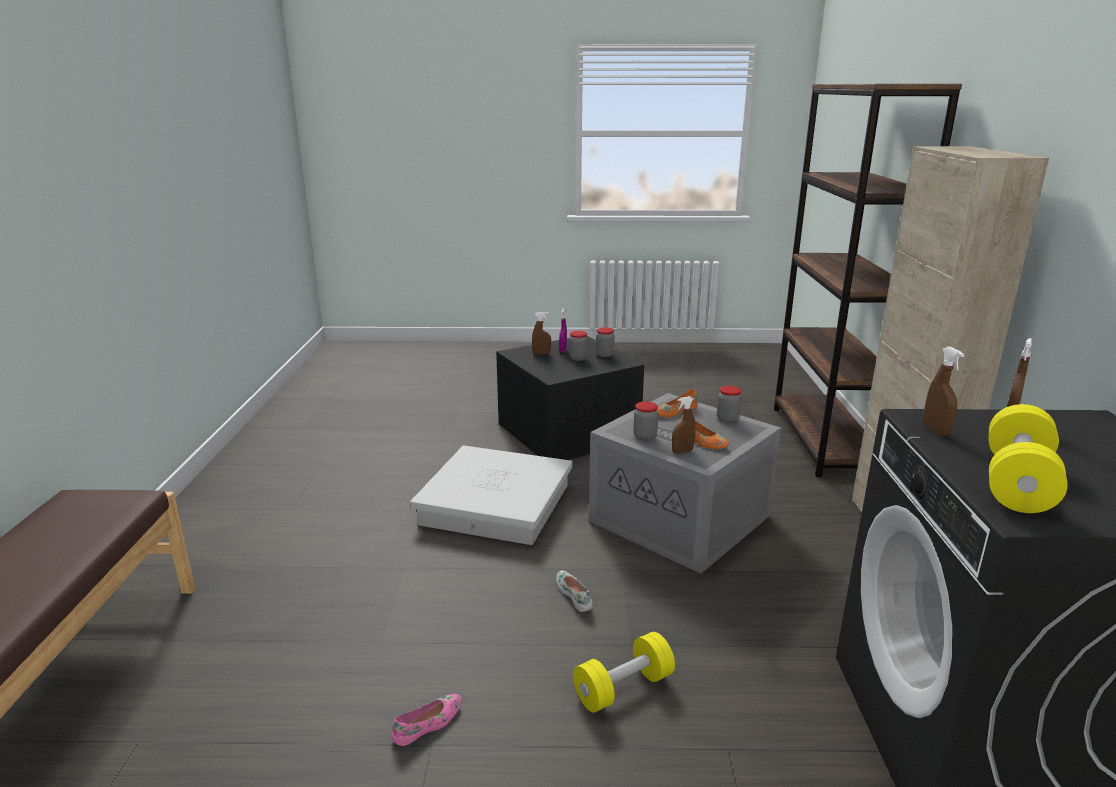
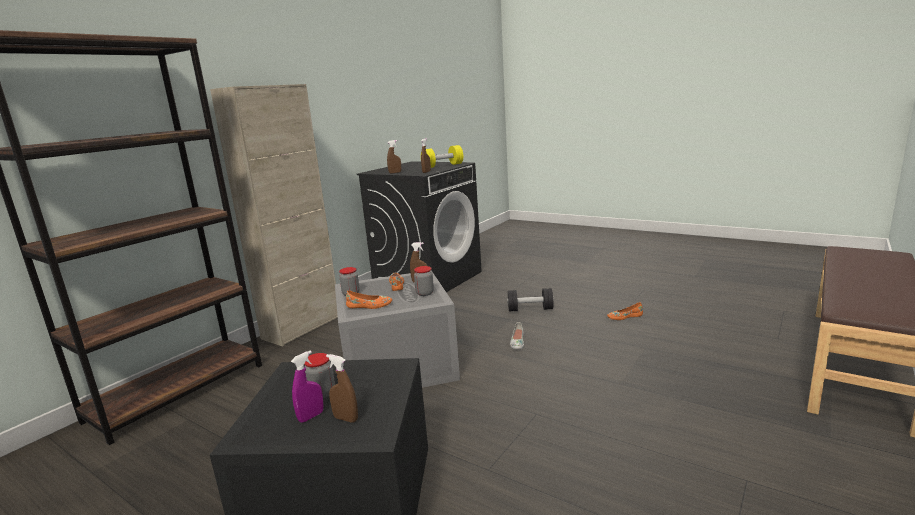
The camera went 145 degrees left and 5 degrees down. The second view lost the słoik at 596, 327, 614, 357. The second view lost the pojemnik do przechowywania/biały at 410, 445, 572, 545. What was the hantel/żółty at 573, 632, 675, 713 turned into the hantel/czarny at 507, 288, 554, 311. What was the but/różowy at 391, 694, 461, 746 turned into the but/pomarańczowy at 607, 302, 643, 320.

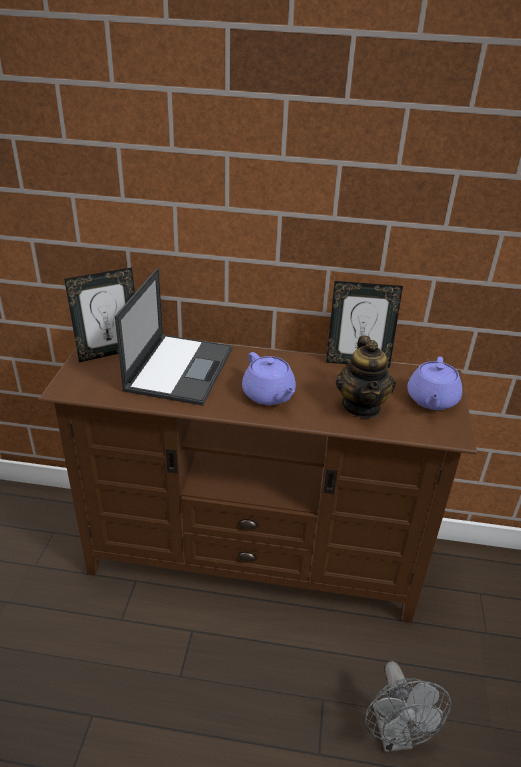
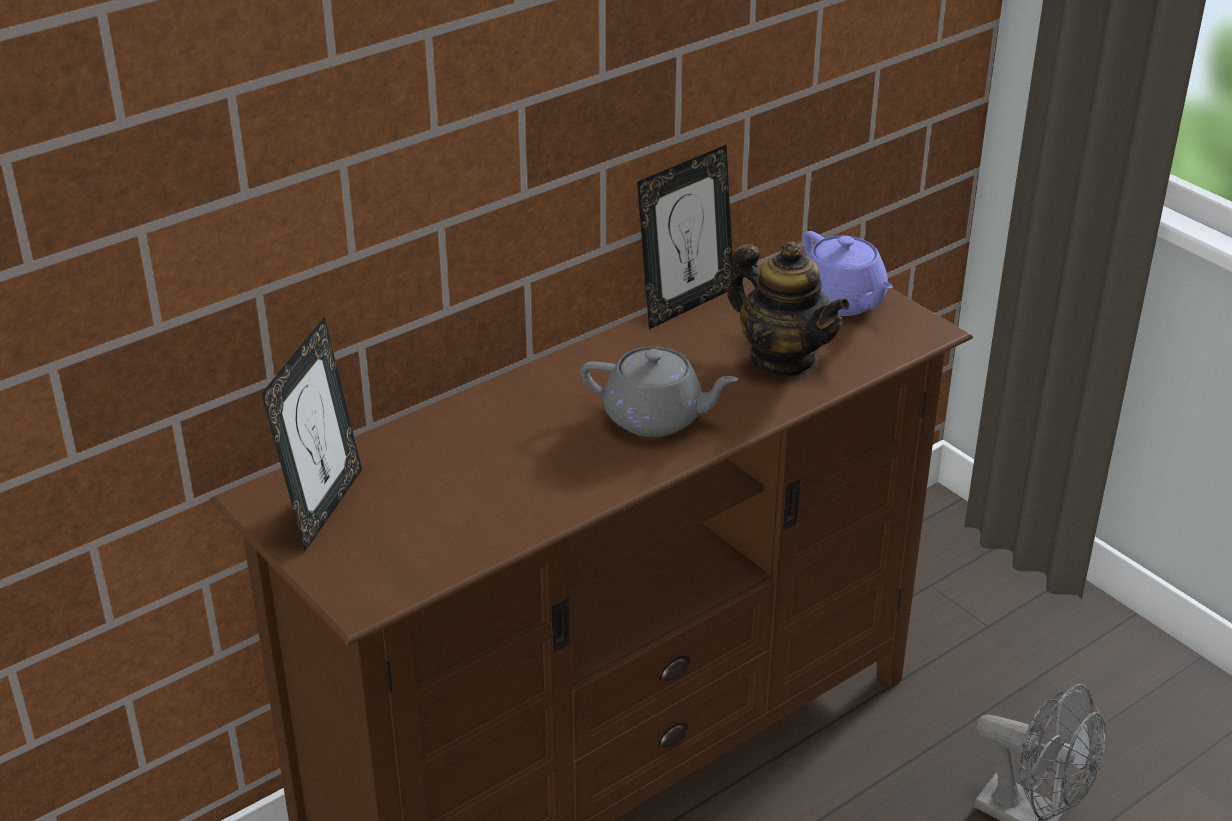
The camera went 45 degrees left and 0 degrees up. The second view lost the laptop at 115, 268, 232, 406. What was the imbryk/fioletowy at 242, 352, 296, 405 turned into the imbryk/szary at 581, 347, 738, 437.

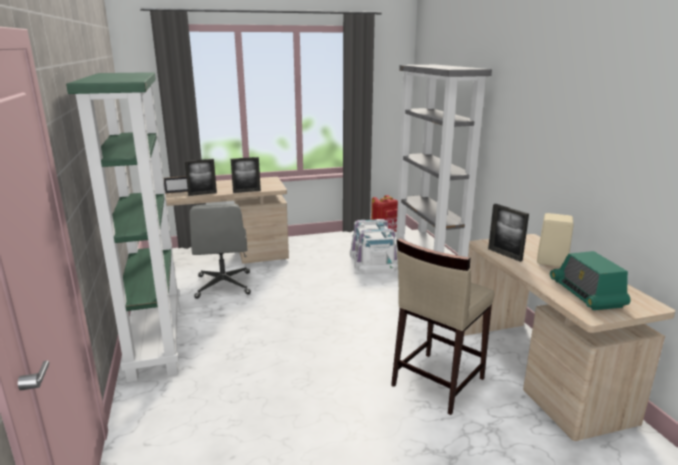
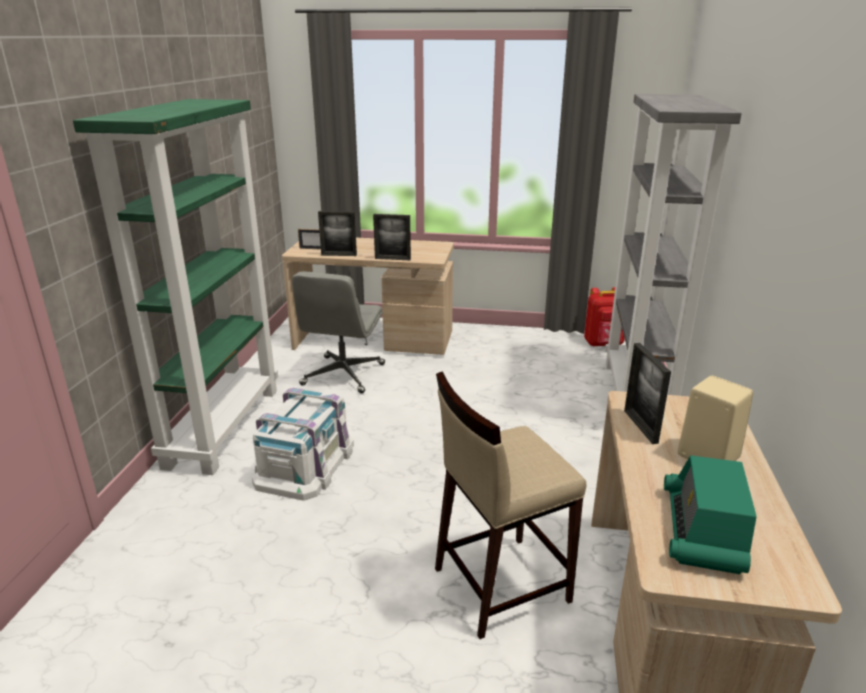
The camera went 25 degrees right and 5 degrees up. The pojemnik do przechowywania/biały ended up elsewhere, having gone from 350, 219, 398, 274 to 252, 387, 354, 501.

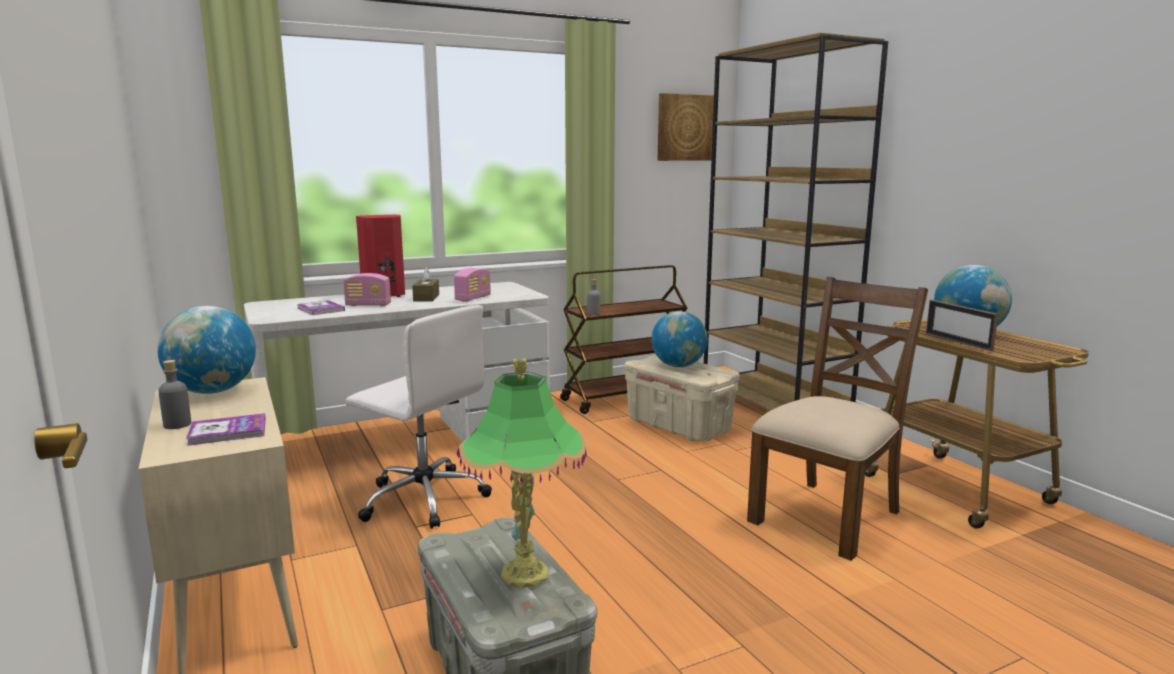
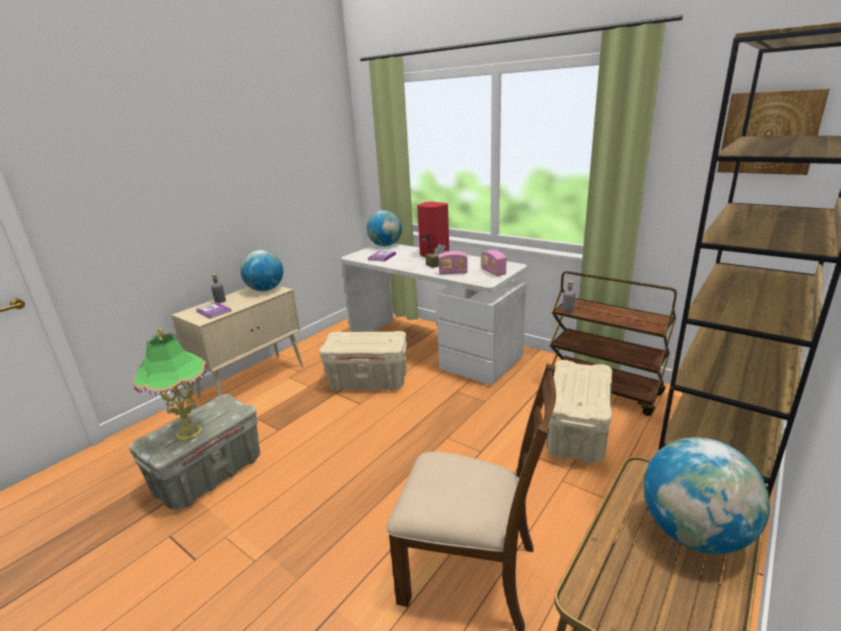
The camera went 65 degrees right and 10 degrees up. The radio ended up elsewhere, having gone from 343, 273, 391, 306 to 481, 250, 506, 276. The second view lost the ramka na zdjęcie at 926, 300, 998, 351. Where the krzesło biurowe/biały stood at 345, 305, 492, 529, the pojemnik do przechowywania/beżowy came to stand at 319, 331, 407, 391. The globus ended up elsewhere, having gone from 651, 311, 708, 367 to 367, 210, 402, 246.

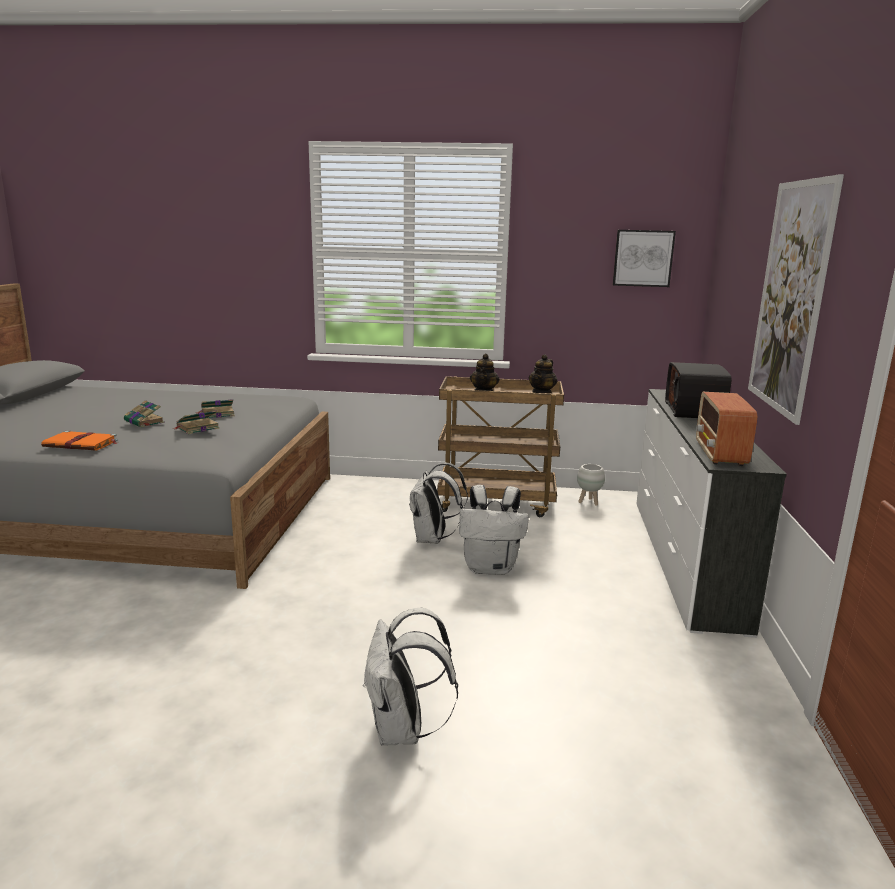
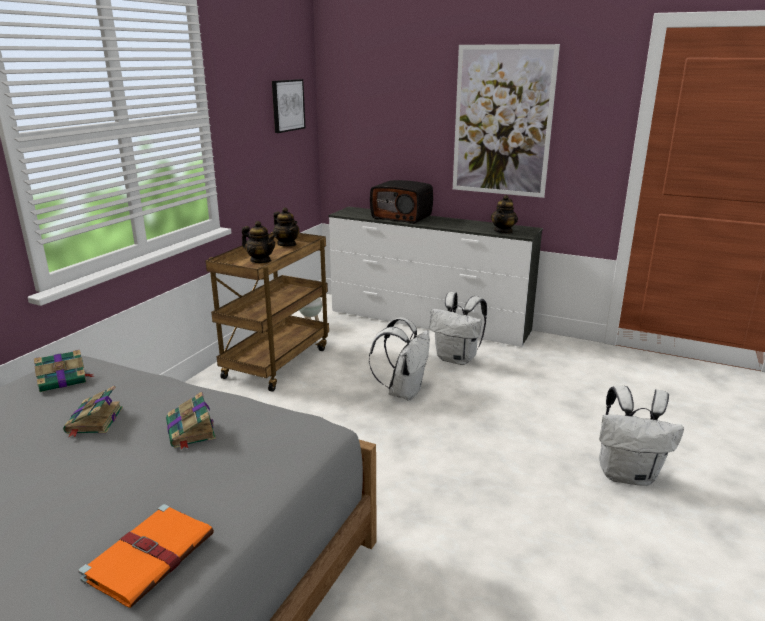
The camera went 70 degrees left and 5 degrees up. Where the radio stood at 696, 392, 757, 466, the imbryk came to stand at 491, 195, 518, 234. The książka ended up elsewhere, having gone from 124, 400, 165, 427 to 34, 350, 94, 392. The plecak/biały ended up elsewhere, having gone from 409, 463, 468, 544 to 429, 292, 487, 365.

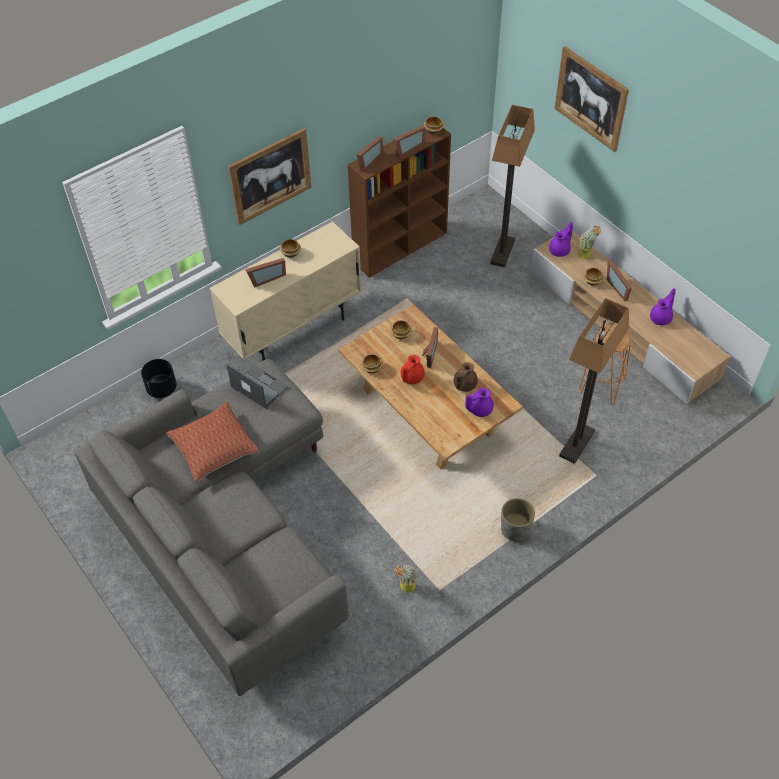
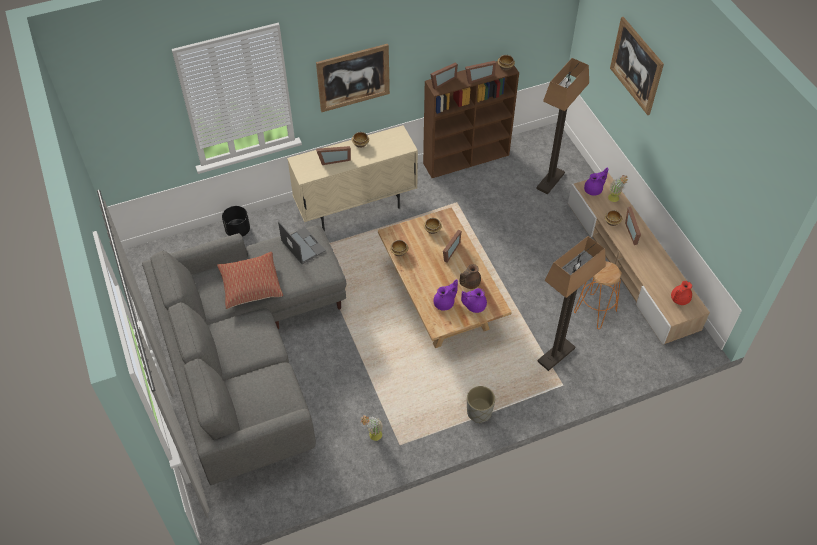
The camera went 15 degrees right and 0 degrees up. The imbryk/fioletowy ended up elsewhere, having gone from 650, 288, 676, 325 to 433, 279, 458, 311. The imbryk/czerwony ended up elsewhere, having gone from 401, 355, 424, 384 to 671, 281, 692, 305.

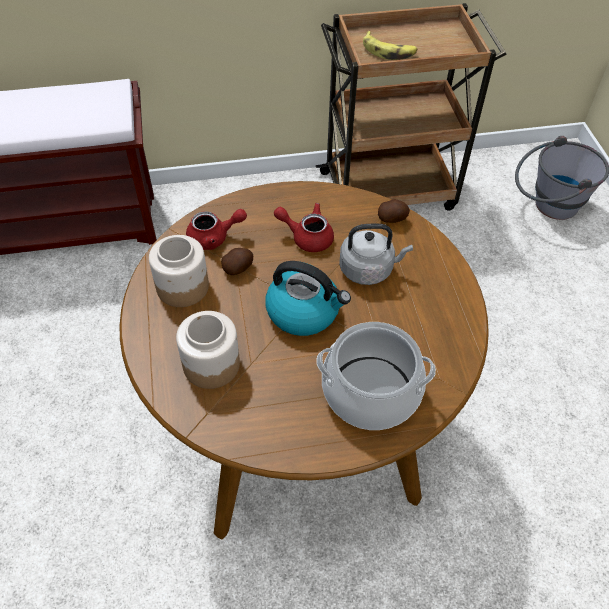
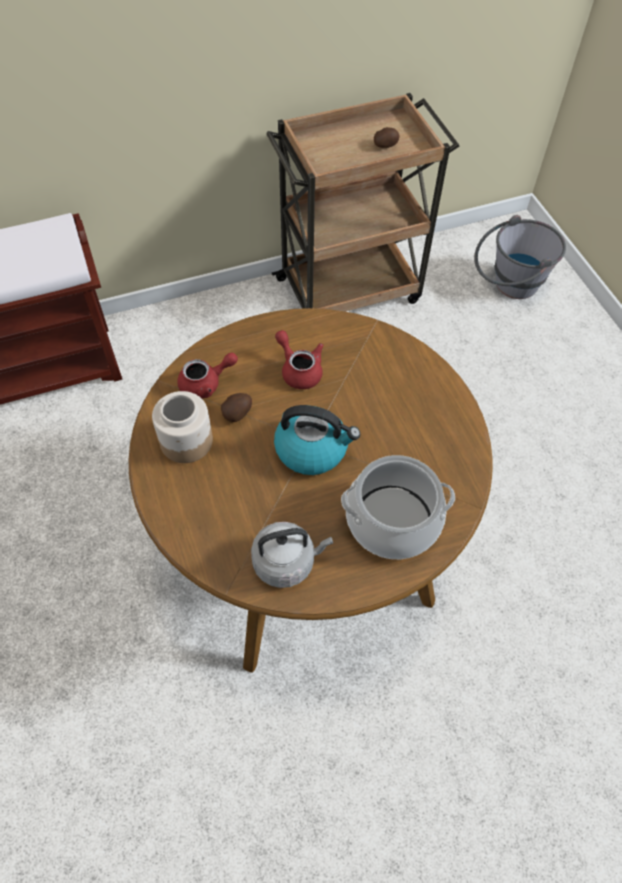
The camera went 10 degrees left and 5 degrees up. The second view lost the banan at 363, 31, 417, 60. The ziemniak ended up elsewhere, having gone from 378, 199, 410, 223 to 374, 127, 400, 148. The imbryk/czerwony at 274, 203, 334, 252 ended up facing another way, 45 degrees clockwise from before. The czajnik/szary ended up elsewhere, having gone from 339, 224, 413, 285 to 251, 522, 333, 588. The second view lost the słoik at 176, 311, 240, 389.

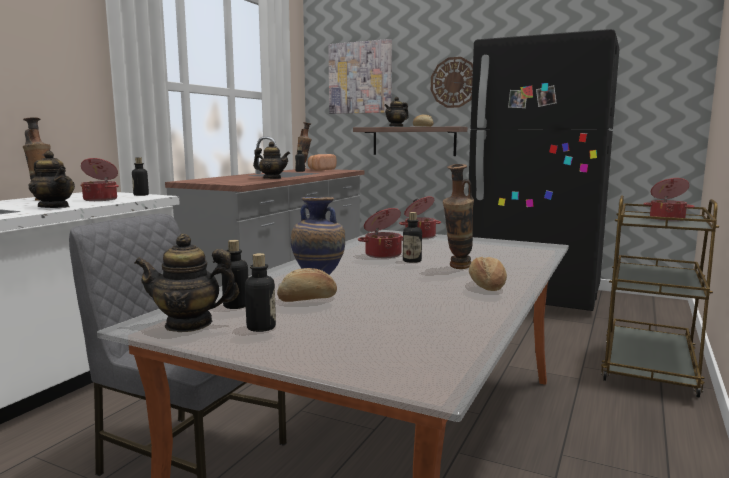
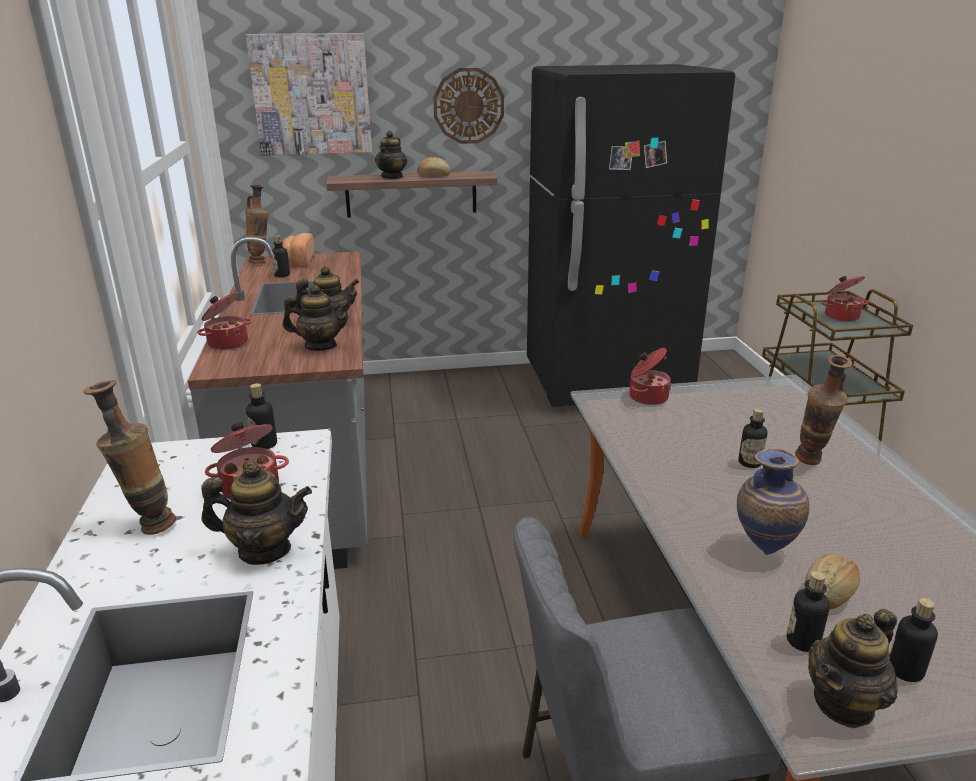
The camera went 35 degrees left and 15 degrees up. The garnek ended up elsewhere, having gone from 358, 208, 403, 258 to 197, 293, 252, 350. The second view lost the chleb at 469, 257, 507, 291. The second view gained the imbryk at 283, 285, 351, 351.

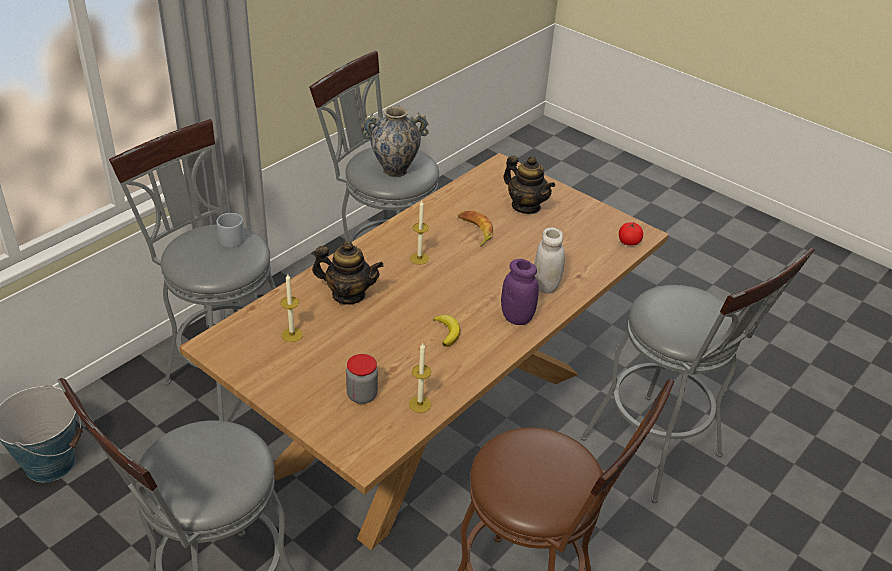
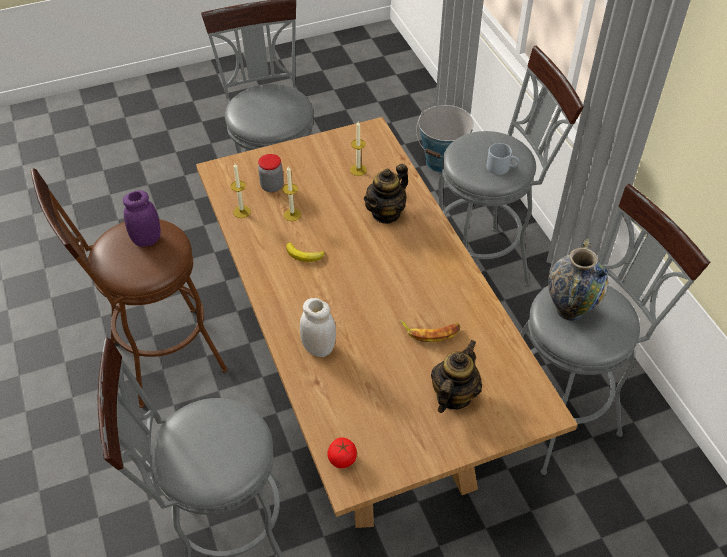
The camera went 120 degrees right and 10 degrees up. The imbryk at 503, 156, 555, 214 ended up facing another way, 135 degrees clockwise from before. The świeca ended up elsewhere, having gone from 410, 201, 429, 265 to 283, 166, 301, 221. The słoik/fioletowy ended up elsewhere, having gone from 501, 259, 539, 325 to 123, 190, 161, 247.

